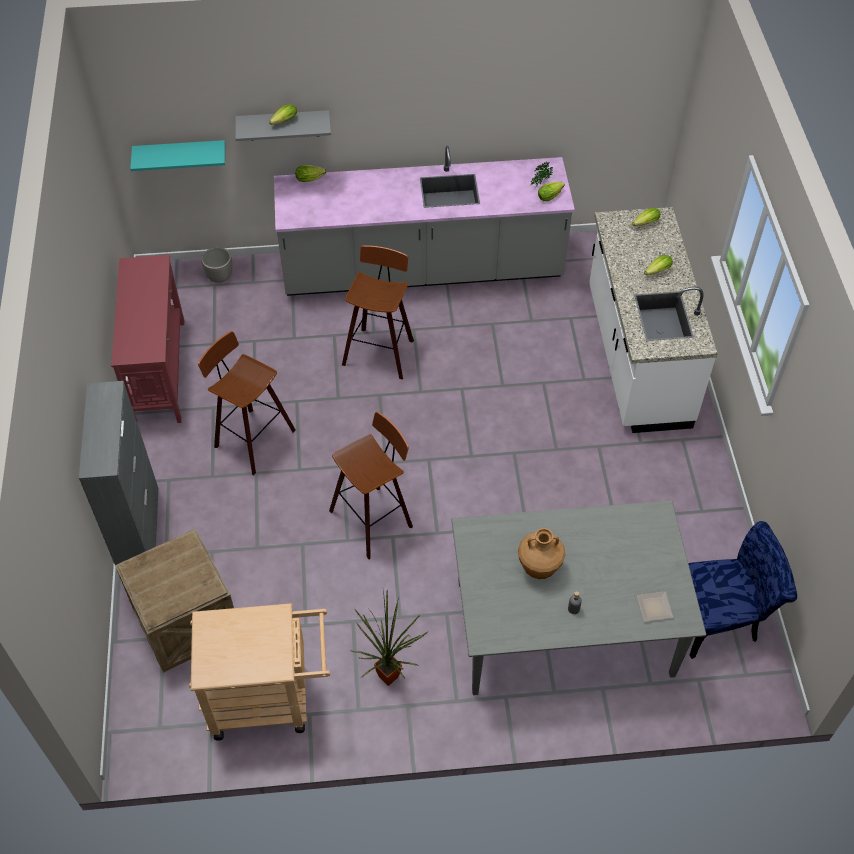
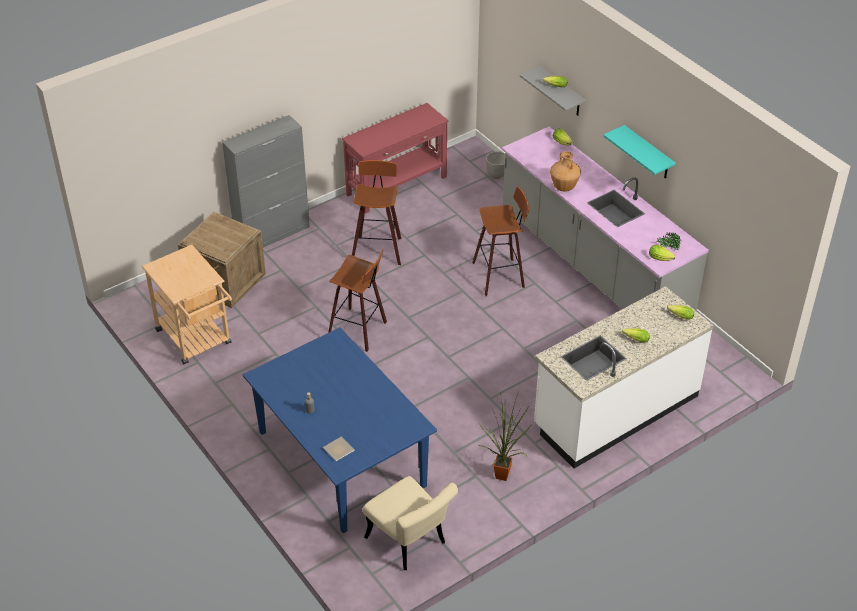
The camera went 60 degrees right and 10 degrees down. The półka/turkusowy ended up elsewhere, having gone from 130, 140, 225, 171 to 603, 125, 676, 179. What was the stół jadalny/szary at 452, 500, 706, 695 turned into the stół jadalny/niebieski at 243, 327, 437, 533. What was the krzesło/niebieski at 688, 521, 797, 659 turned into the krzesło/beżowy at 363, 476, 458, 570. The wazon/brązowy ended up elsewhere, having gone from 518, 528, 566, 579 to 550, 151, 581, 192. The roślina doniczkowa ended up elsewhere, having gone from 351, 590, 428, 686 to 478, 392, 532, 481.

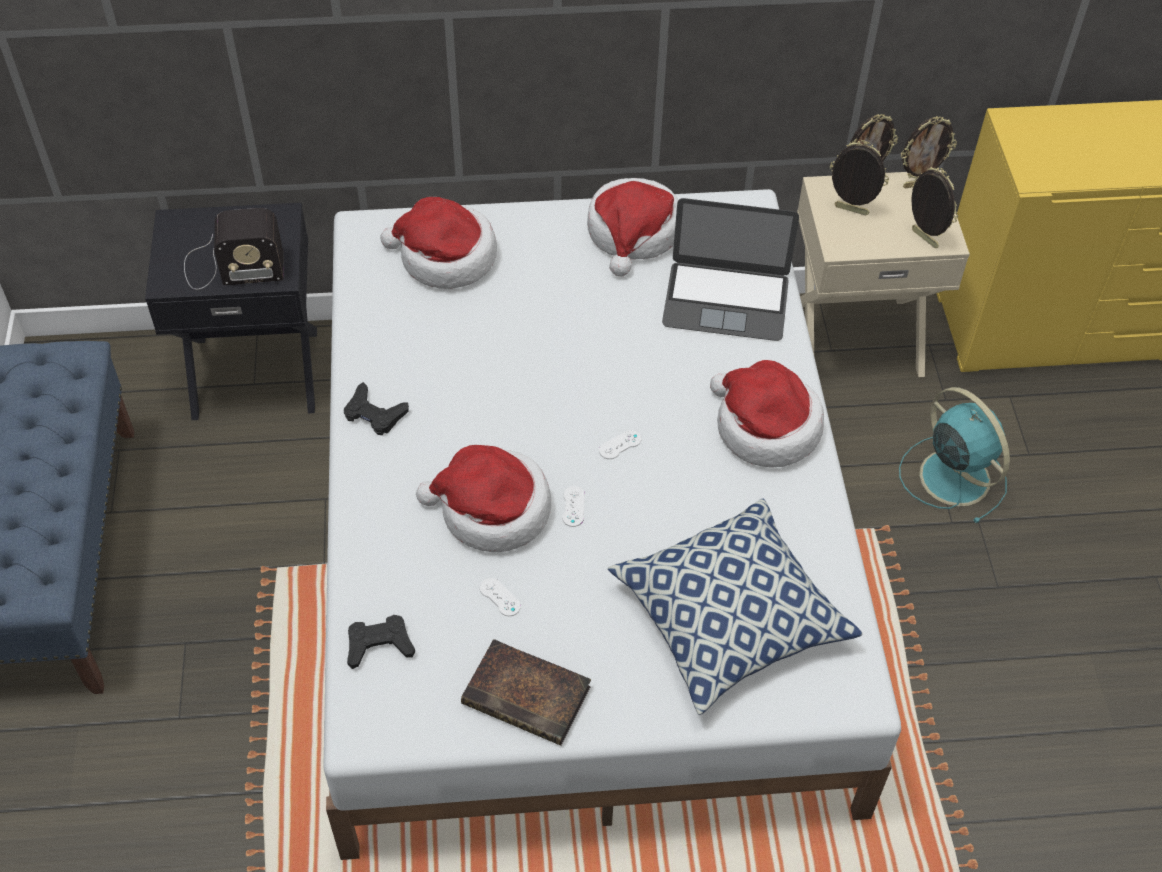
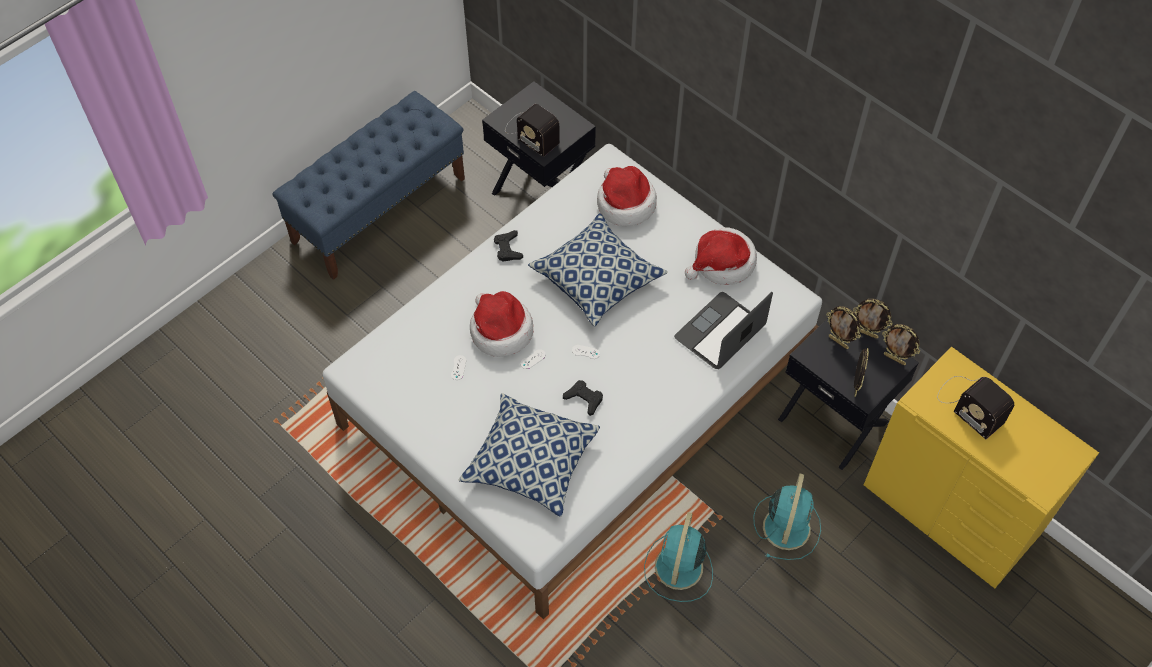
The camera went 50 degrees right and 5 degrees up. The ramka na zdjęcie at 830, 140, 889, 215 ended up facing another way, 150 degrees clockwise from before. What was the szafka nocna/beżowy at 797, 170, 970, 377 turned into the szafka nocna/czarny at 778, 318, 919, 470. The laptop at 662, 198, 799, 341 ended up facing another way, 75 degrees clockwise from before. The second view lost the kapelusz at 710, 360, 824, 468. The pad do gier/czarny ended up elsewhere, having gone from 347, 615, 415, 669 to 563, 380, 603, 416. The second view lost the książka at 461, 639, 591, 746. The second view gained the poduszka at 528, 213, 668, 327. The second view gained the radio at 937, 376, 1014, 439. The second view gained the wentylator/turkusowy at 644, 512, 713, 602.

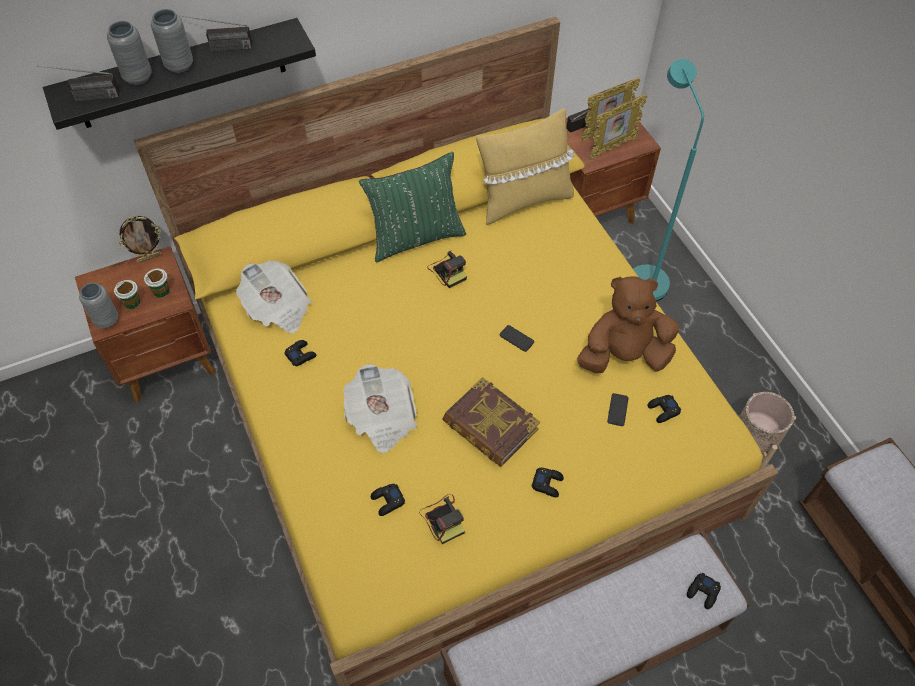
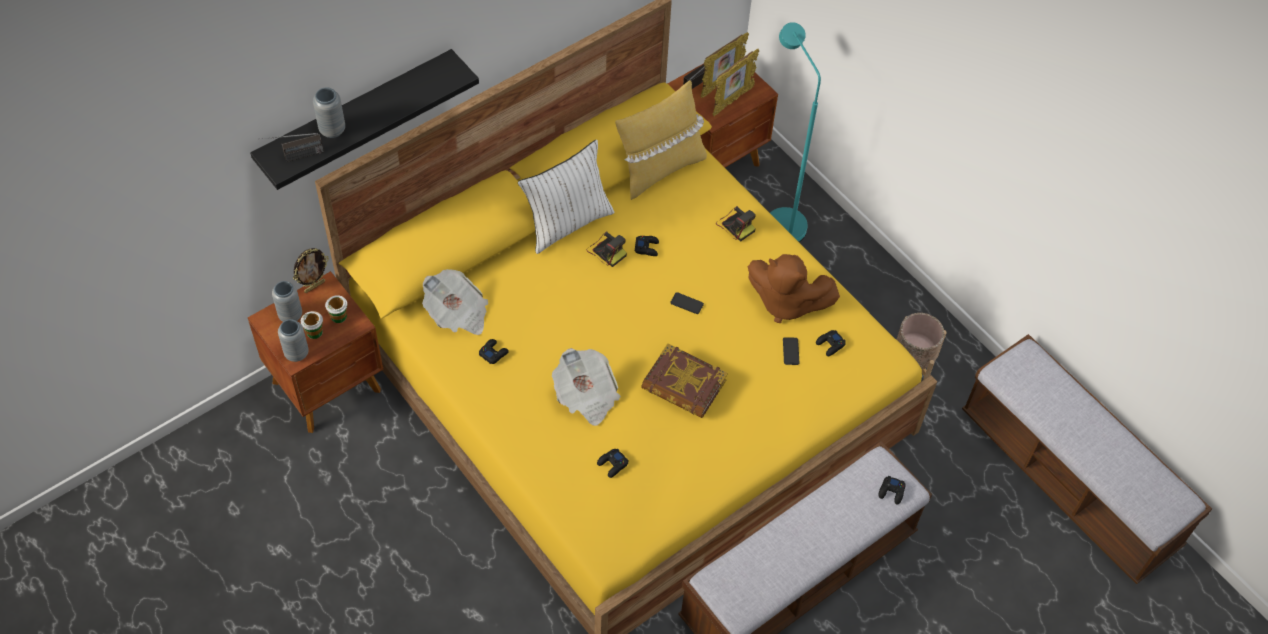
The camera went 15 degrees left and 0 degrees up. The wazon/szary ended up elsewhere, having gone from 151, 9, 193, 73 to 272, 281, 302, 322. The second view lost the radio at 181, 16, 252, 52. What was the poduszka/zielony at 359, 152, 466, 263 turned into the poduszka/biały at 518, 139, 614, 254. The pluszak/brązowy at 577, 276, 679, 373 ended up facing another way, 135 degrees counterclockwise from before. The pad do gier/czarny ended up elsewhere, having gone from 532, 468, 564, 497 to 635, 236, 659, 256. The aparat fotograficzny ended up elsewhere, having gone from 419, 494, 465, 544 to 716, 206, 756, 242.

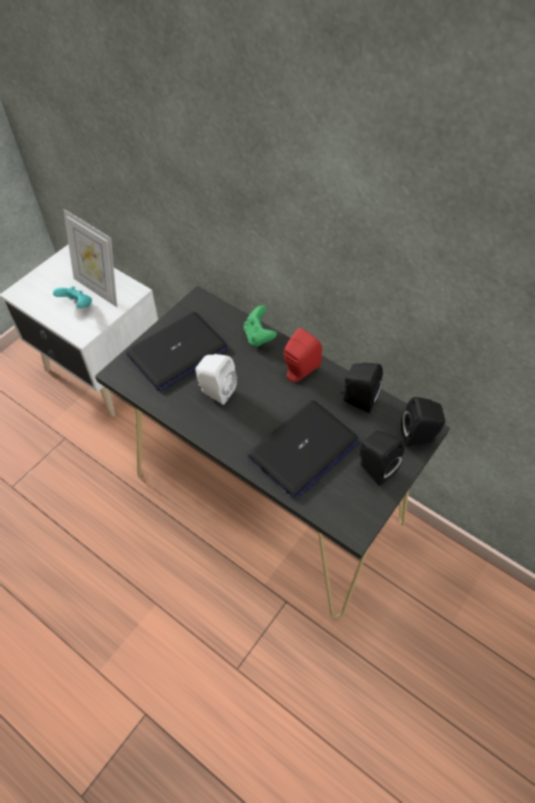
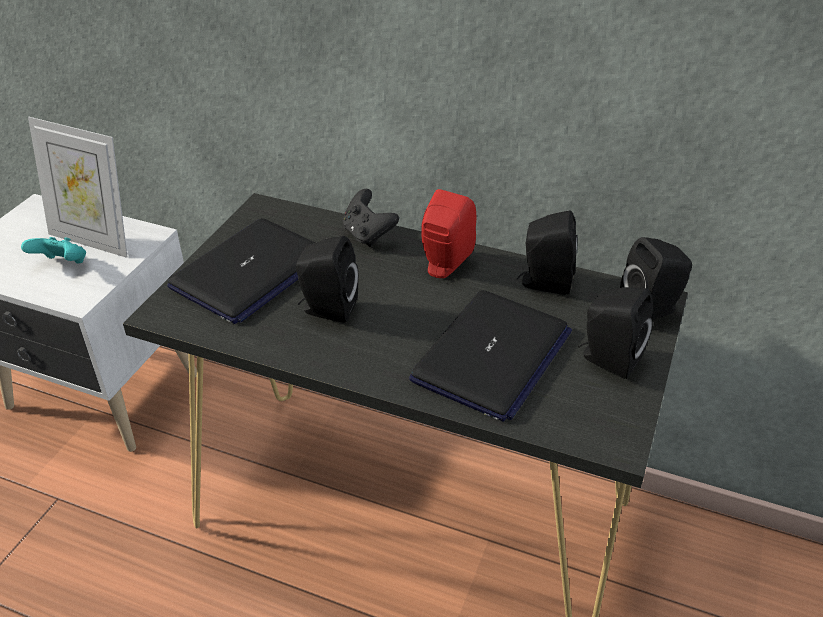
The camera went 15 degrees left and 15 degrees down. What was the pad do gier/zielony at 244, 305, 277, 347 turned into the pad do gier/czarny at 343, 189, 399, 247. What was the głośnik/biały at 195, 354, 237, 405 turned into the głośnik/czarny at 296, 236, 358, 323.

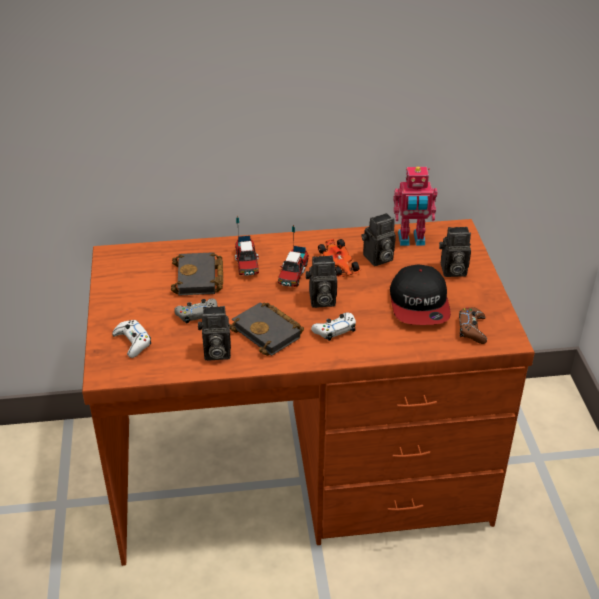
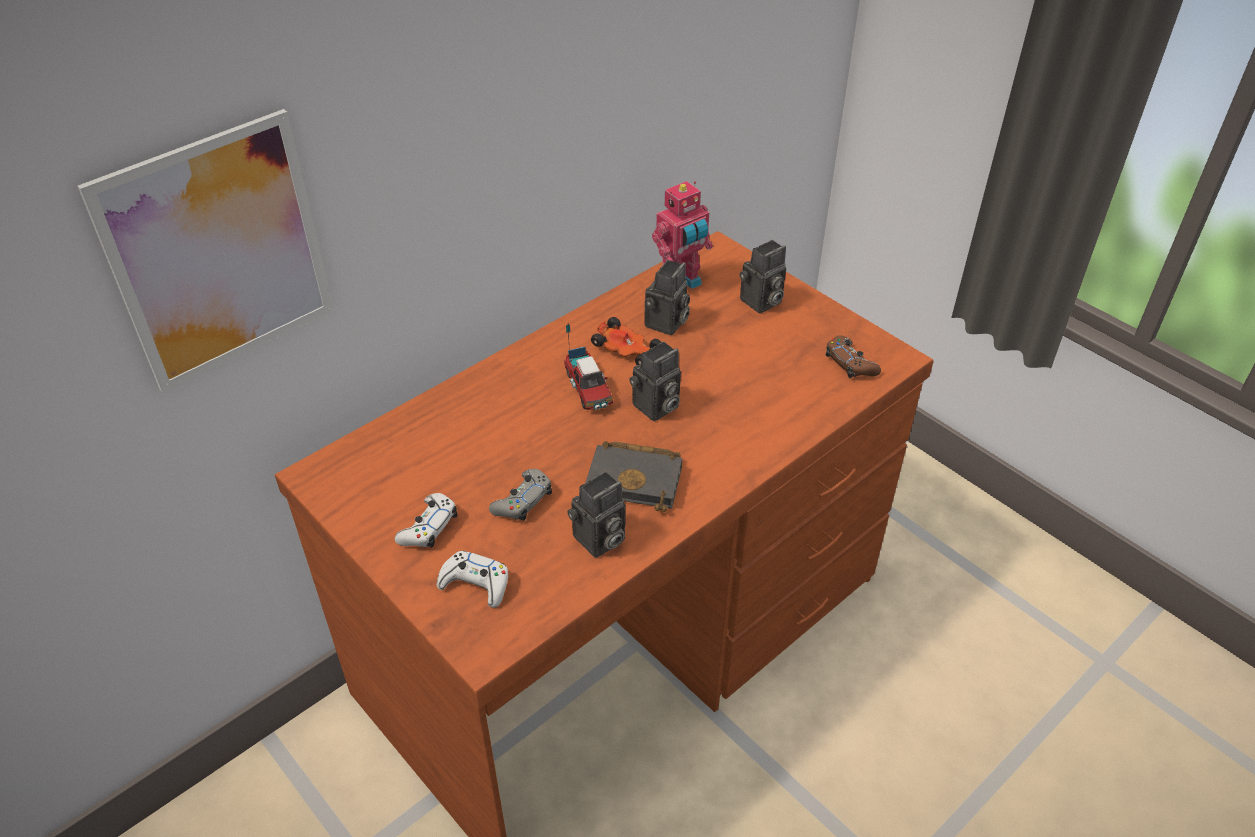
The camera went 35 degrees left and 5 degrees up. The second view lost the ciężarówka zabawkowa at 235, 216, 259, 276. The second view lost the książka/czarny at 171, 252, 223, 296. The second view lost the czapka z daszkiem at 390, 265, 451, 325. The pad do gier/biały ended up elsewhere, having gone from 311, 313, 356, 341 to 395, 493, 458, 548. The second view gained the obraz at 78, 109, 334, 393.

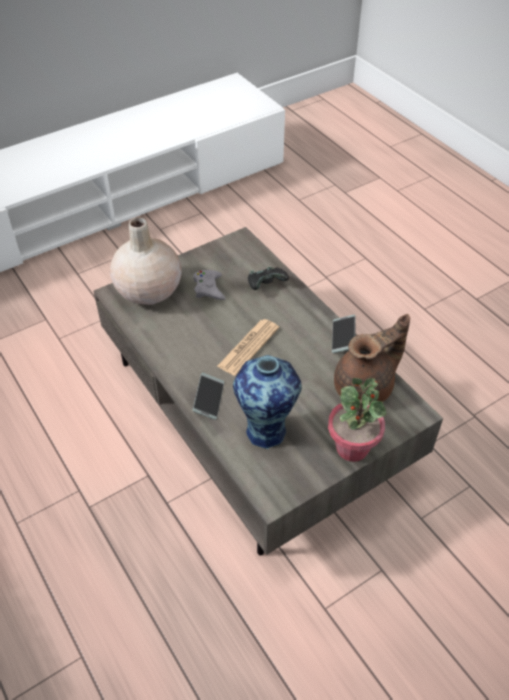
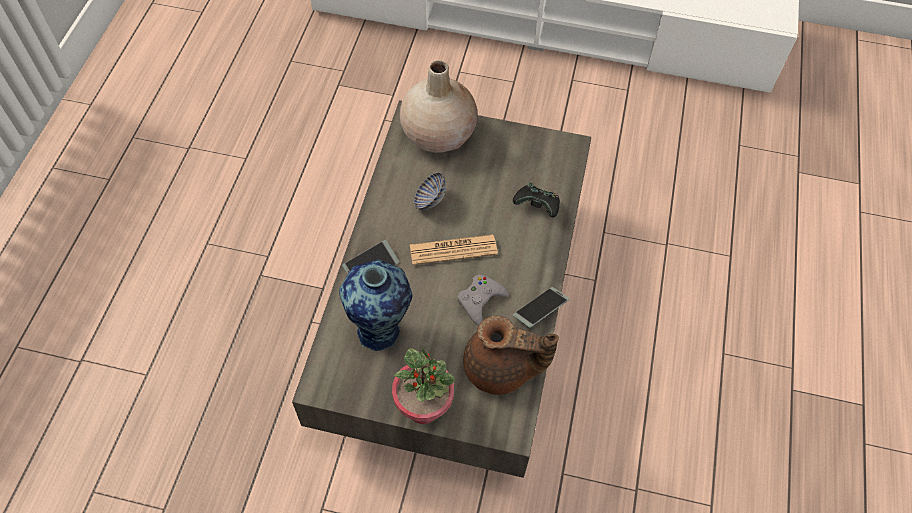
The camera went 45 degrees right and 10 degrees up. The pad do gier/szary ended up elsewhere, having gone from 193, 270, 226, 300 to 457, 275, 509, 325. The second view gained the miska at 414, 172, 446, 210.

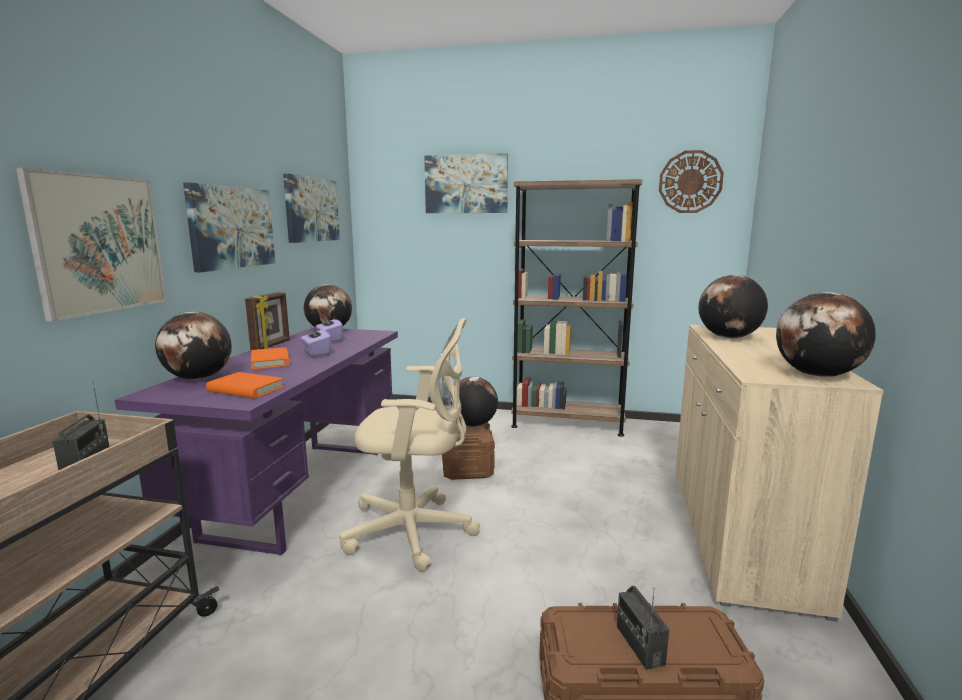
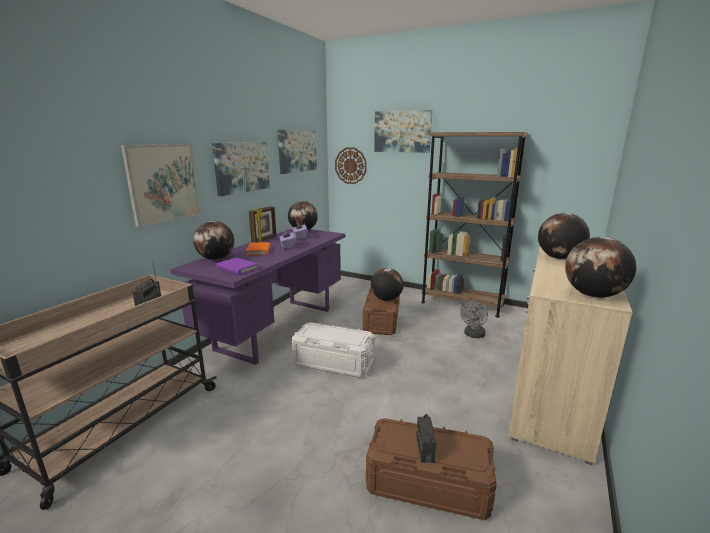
The camera went 15 degrees right and 5 degrees up. The zegar ścienny ended up elsewhere, having gone from 659, 150, 724, 213 to 335, 147, 367, 184. Where the krzesło biurowe/beżowy stood at 339, 318, 480, 572, the pojemnik do przechowywania/biały came to stand at 291, 323, 375, 378. What was the książka/pomarańczowy at 206, 372, 285, 399 turned into the książka/fioletowy at 217, 258, 258, 275. The second view gained the wentylator/szary at 460, 300, 488, 338.

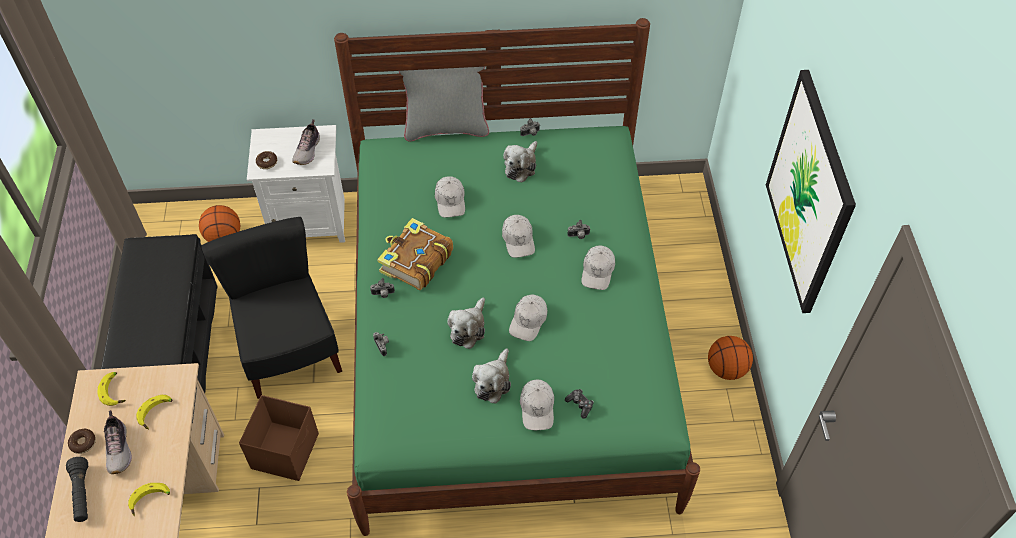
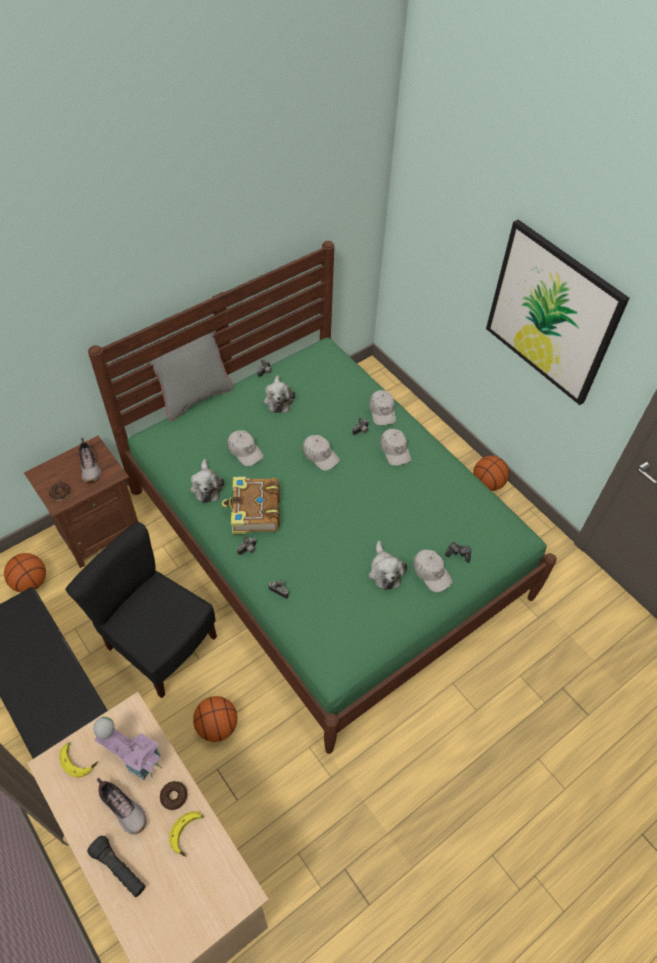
The camera went 35 degrees left and 0 degrees up. What was the szafka nocna/biały at 247, 125, 345, 243 turned into the szafka nocna/brązowy at 24, 436, 138, 568. The czapka z daszkiem/biały ended up elsewhere, having gone from 509, 295, 548, 341 to 369, 390, 396, 425. The pluszak ended up elsewhere, having gone from 447, 297, 485, 349 to 190, 459, 224, 503. Where the banan stood at 136, 395, 172, 429, the domek came to stand at 93, 717, 162, 781. Where the pojemnik do przechowywania/brązowy stood at 239, 395, 319, 481, the piłka do koszykówki came to stand at 193, 696, 237, 742. The donut ended up elsewhere, having gone from 68, 429, 96, 454 to 160, 781, 187, 810.

